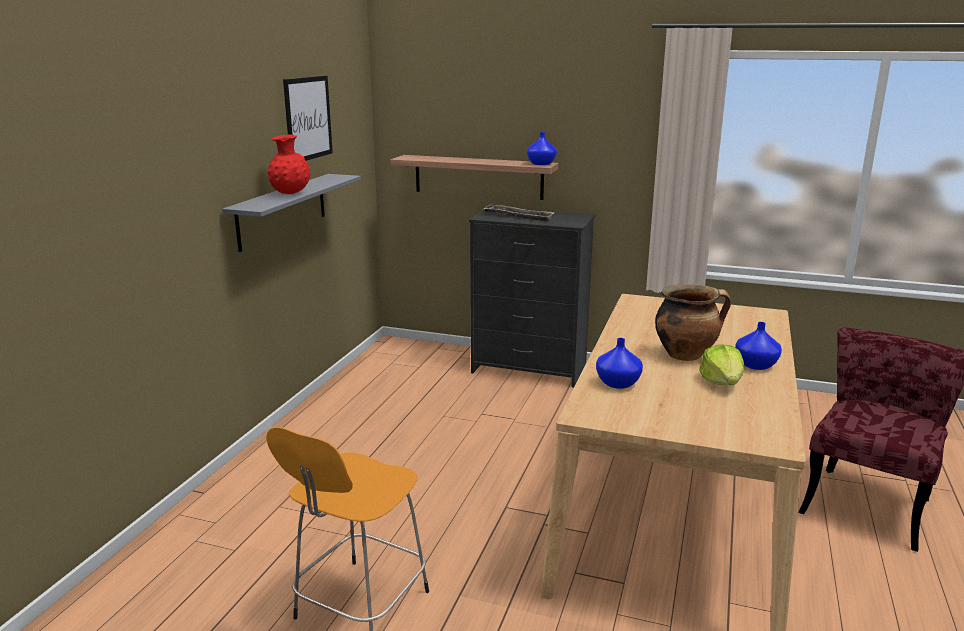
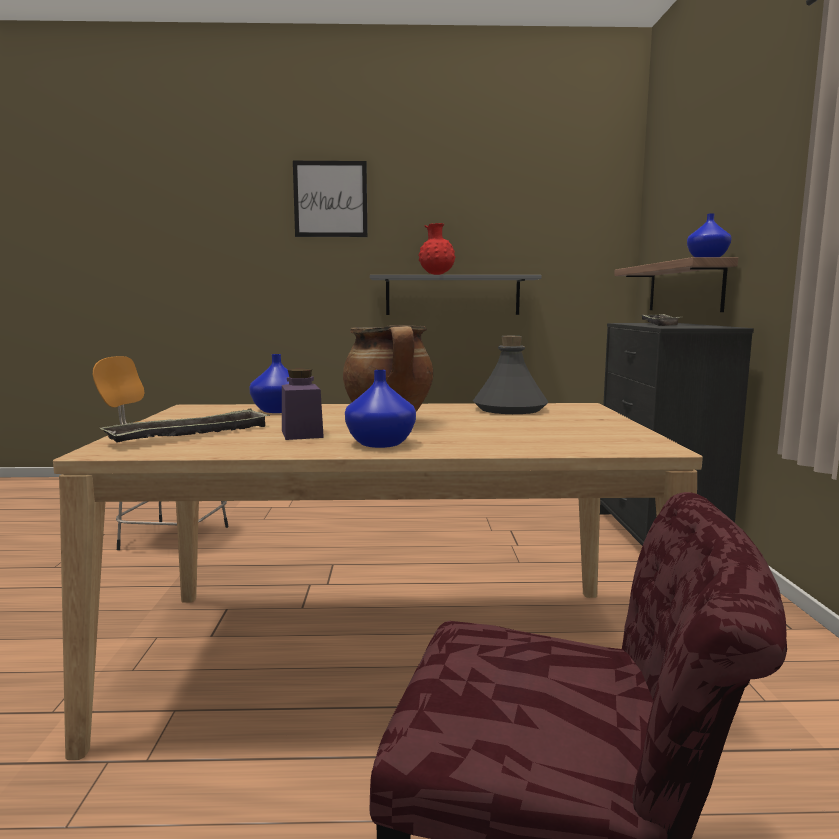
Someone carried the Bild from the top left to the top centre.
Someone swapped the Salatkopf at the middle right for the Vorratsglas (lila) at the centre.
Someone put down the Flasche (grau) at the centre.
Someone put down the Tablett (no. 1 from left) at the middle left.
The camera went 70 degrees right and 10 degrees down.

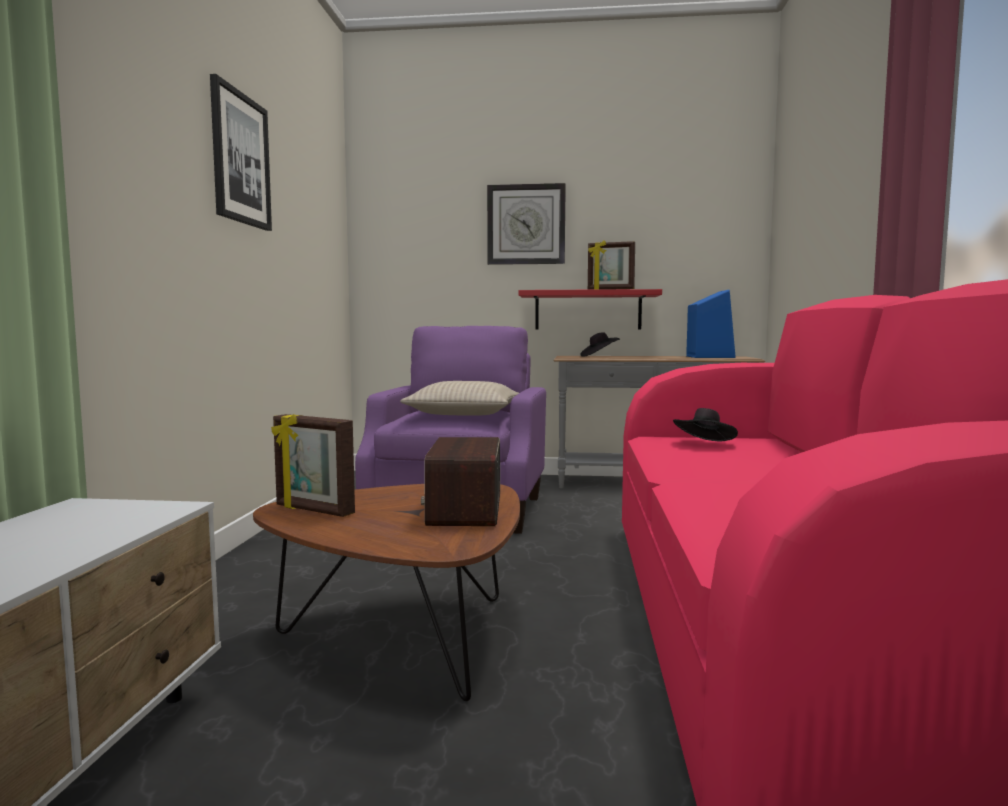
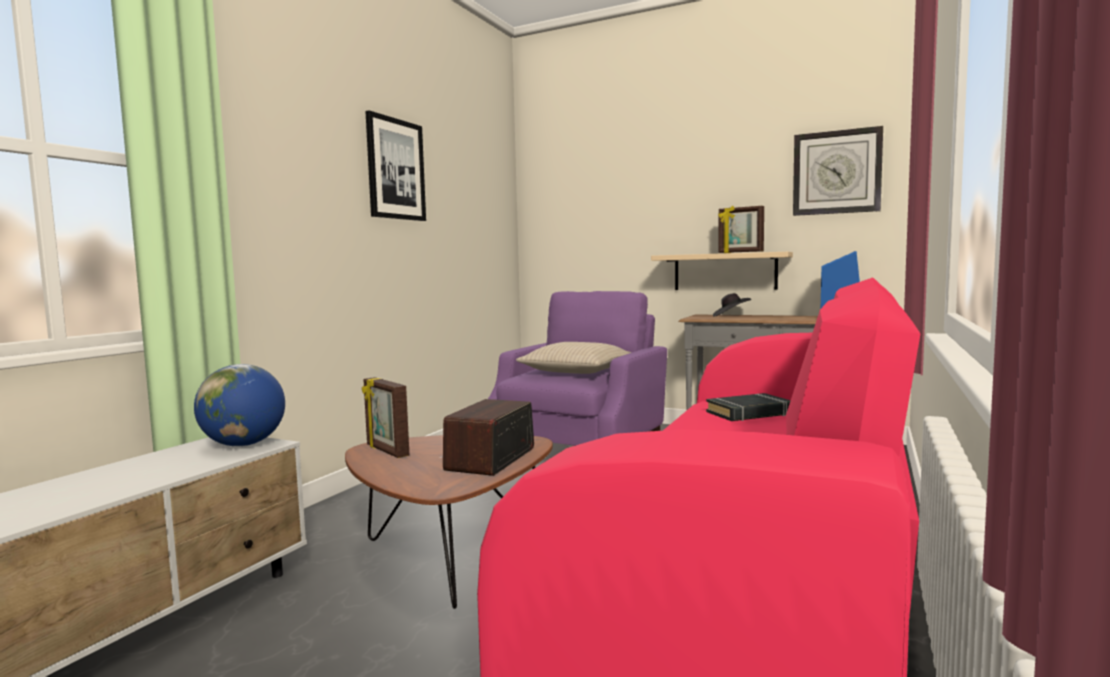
Someone carried the Wanduhr from the top centre to the top right.
Someone repainted the Wandregal (rot) at the centre, which became the Wandregal (beige) at the centre.
Someone swapped the Hut (schwarz) (no. 2 from left) at the middle right for the Buch (schwarz) at the middle right.
Someone put down the Globus at the middle left.
The camera went 20 degrees right and 0 degrees up.

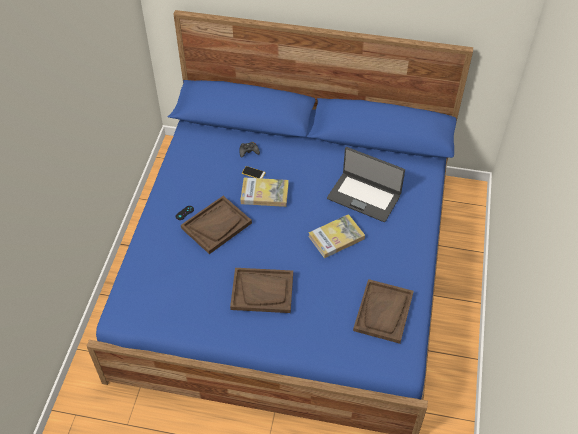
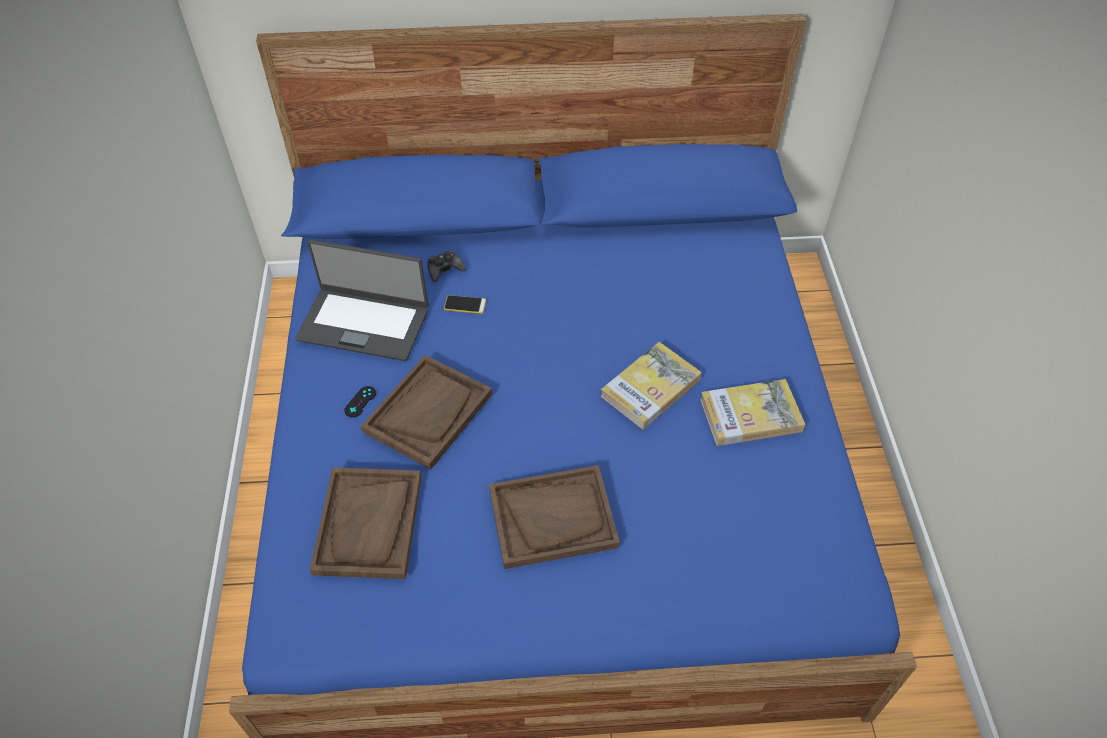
Someone carried the Laptop from the centre to the middle left.
Someone carried the Buch (no. 1 from left in the first image) from the centre to the middle right.
Someone carried the Tablett (braun) (no. 3 from left in the first image) from the bottom centre to the bottom left.
The camera went 15 degrees left and 0 degrees up.

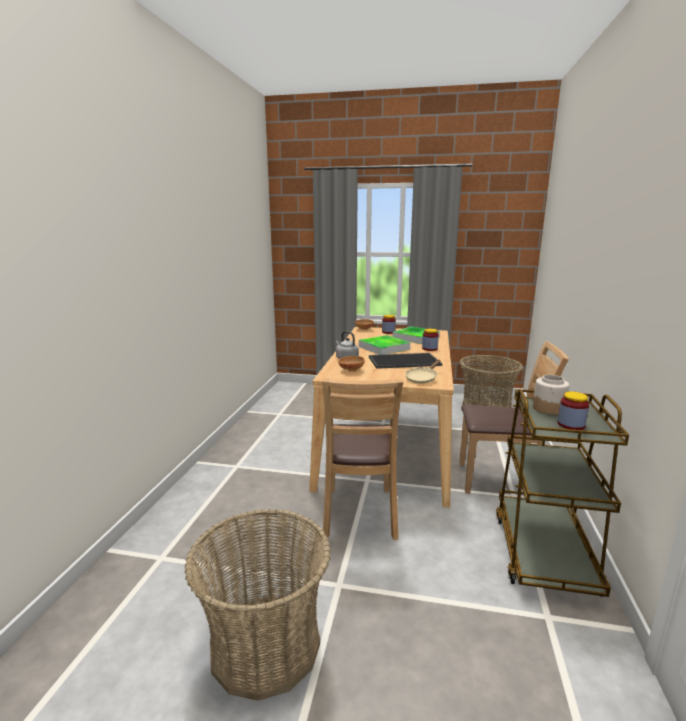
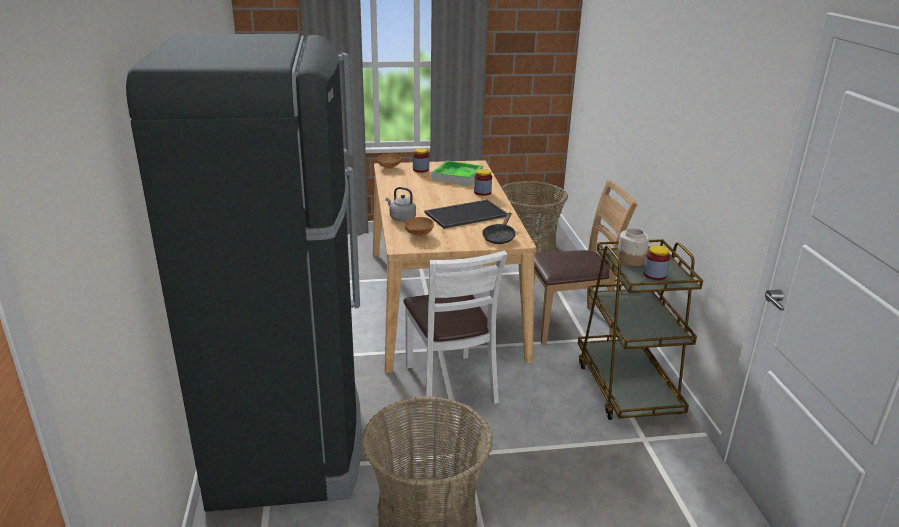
Someone took away the Tablett (no. 1 from left) at the centre.
Someone repainted the Pfanne (beige) at the centre, which became the Pfanne (schwarz) at the centre.
Someone repainted the Stuhl (braun) (no. 1 from left) at the centre, which became the Stuhl (weiß) at the centre.
Someone put down the Kühlschrank (schwarz) at the middle left.
The camera went 20 degrees left and 10 degrees up.

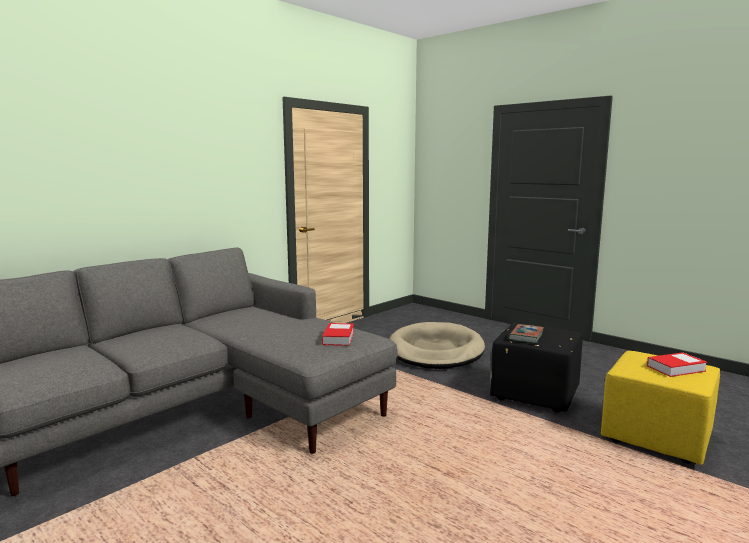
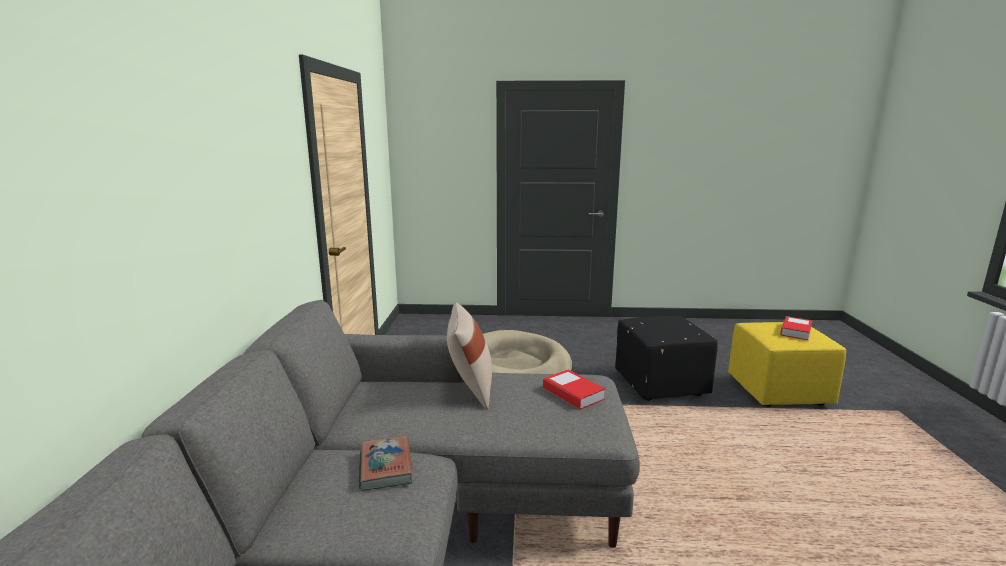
Someone carried the Buch (no. 2 from left in the first image) from the middle right to the bottom centre.
Someone put down the Kissen (beige) at the centre.
The camera went 40 degrees left and 5 degrees up.

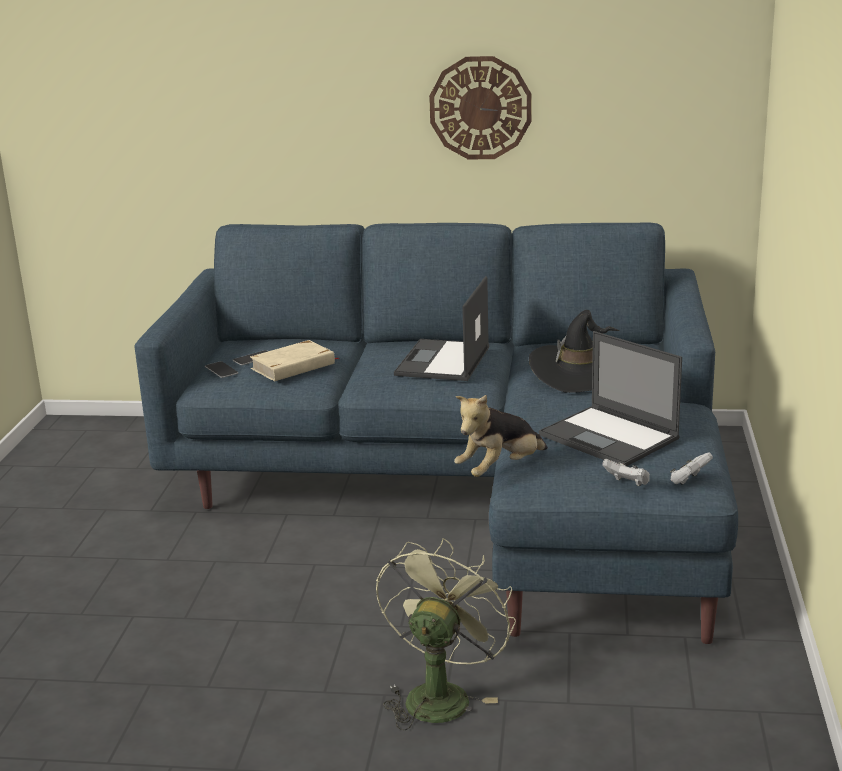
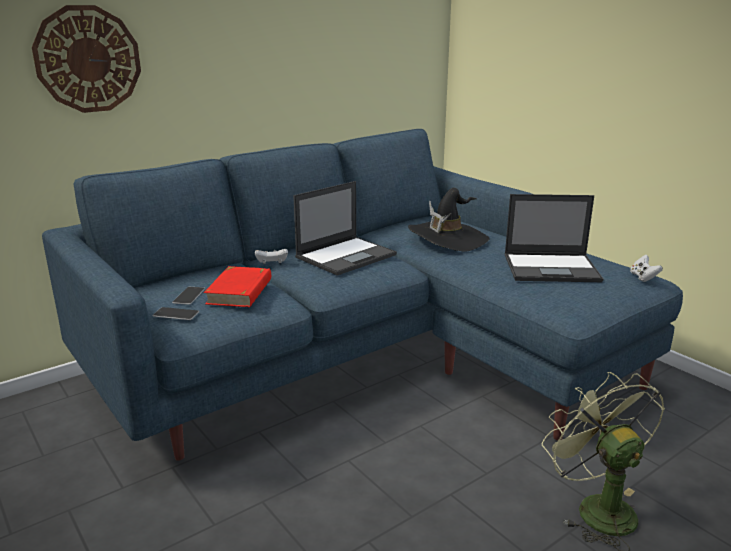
Someone carried the Wanduhr from the top centre to the top left.
Someone rotated the Laptop (no. 1 from left) at the centre by 105 degrees counterclockwise.
Someone repainted the Buch (beige) at the centre, which became the Buch (rot) at the middle left.
Someone took away the Plüschtier at the centre.
Someone carried the Gamepad (weiß) (no. 1 from left) from the middle right to the centre.
The camera went 45 degrees left and 0 degrees up.

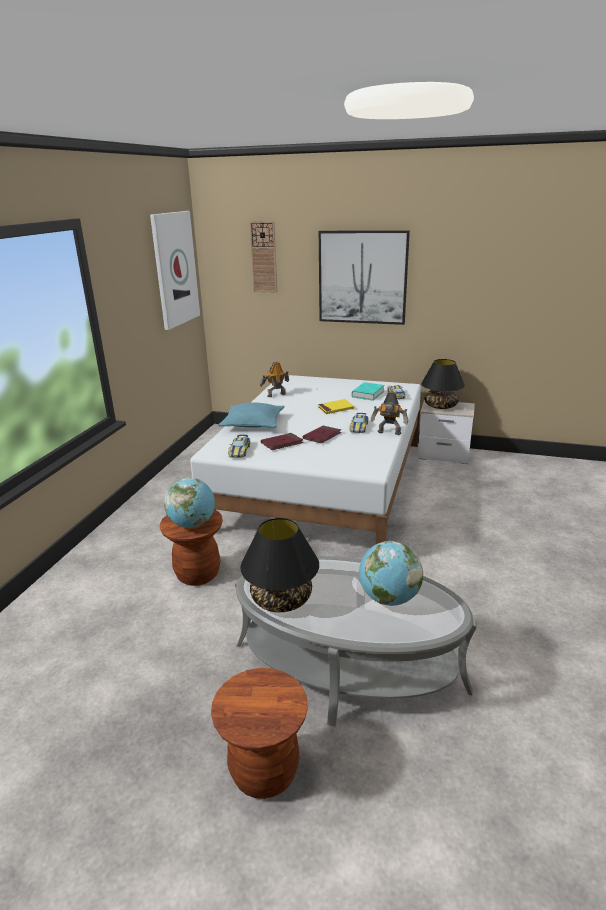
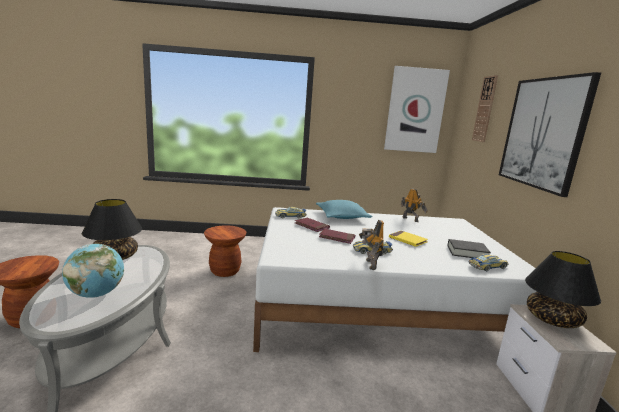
Someone repainted the Buch (türkis) at the centre, which became the Buch (schwarz) at the middle right.
Someone took away the Globus (no. 1 from left) at the middle left.
The camera went 70 degrees right and 10 degrees down.

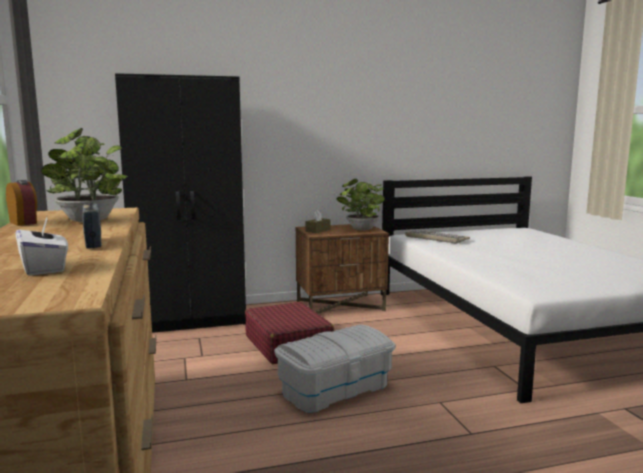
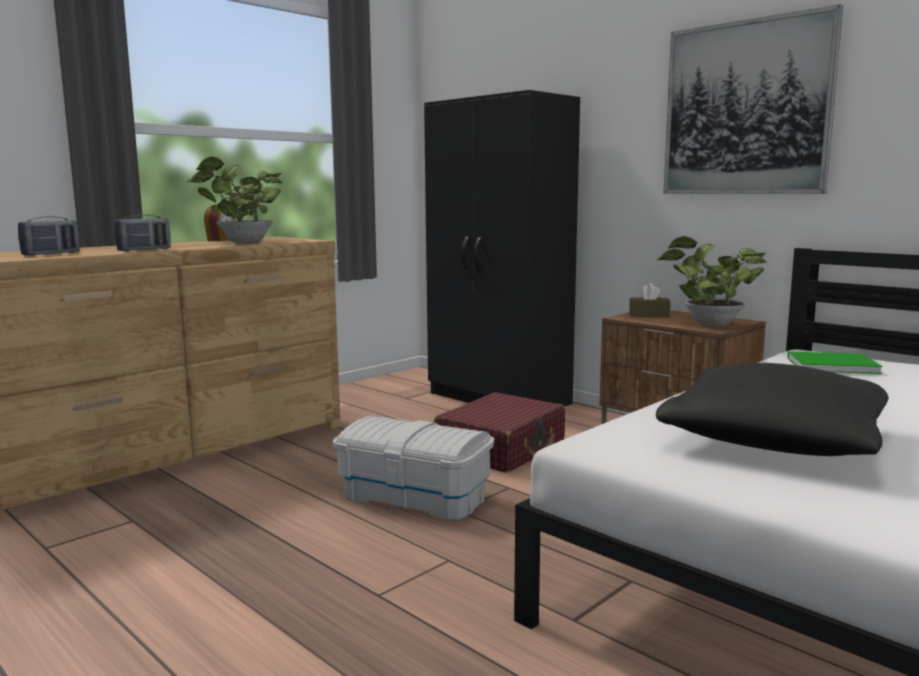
Someone swapped the Taschentuchbox (weiß) at the middle left for the Radio (no. 1 from left) at the middle left.
Someone swapped the Tastatur at the middle right for the Buch (grün) at the middle right.
Someone put up the Bild at the top right.
Someone put down the Kissen (schwarz) at the middle right.
The camera went 60 degrees right and 0 degrees up.

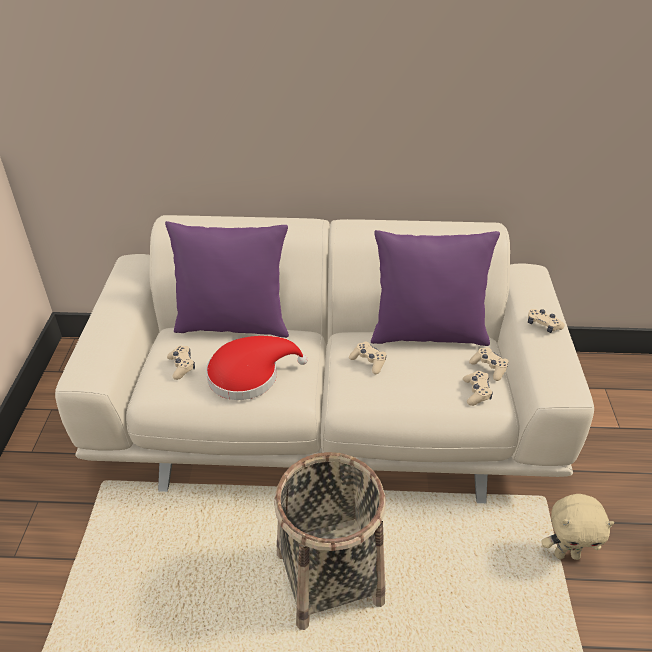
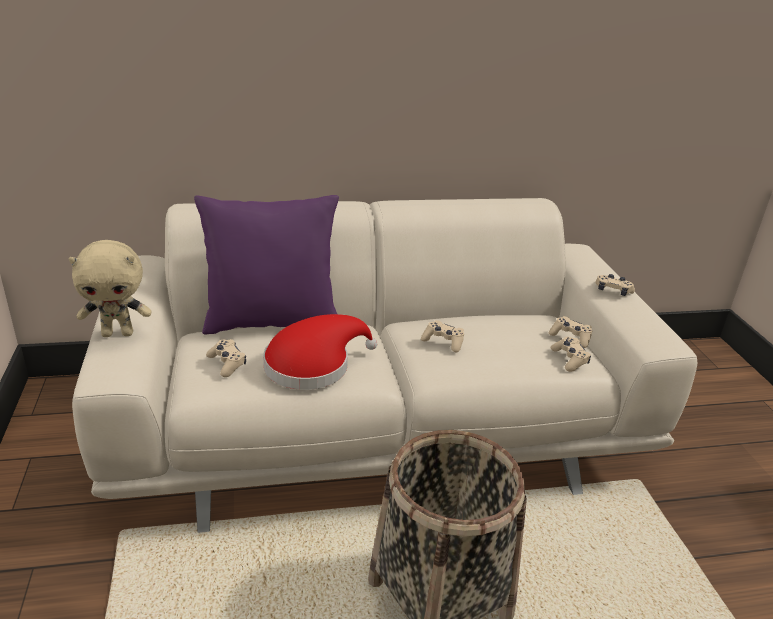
Someone took away the Kissen (lila) (no. 2 from left) at the middle right.
Someone carried the Plüschtier (beige) from the bottom right to the middle left.
The camera went 15 degrees left and 10 degrees down.

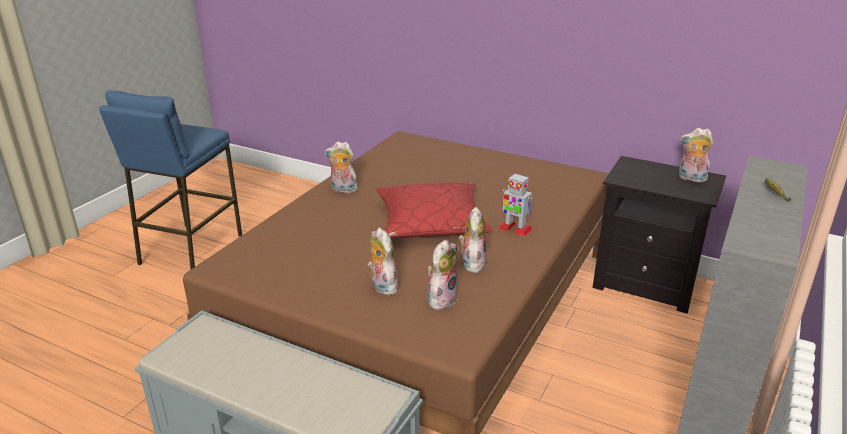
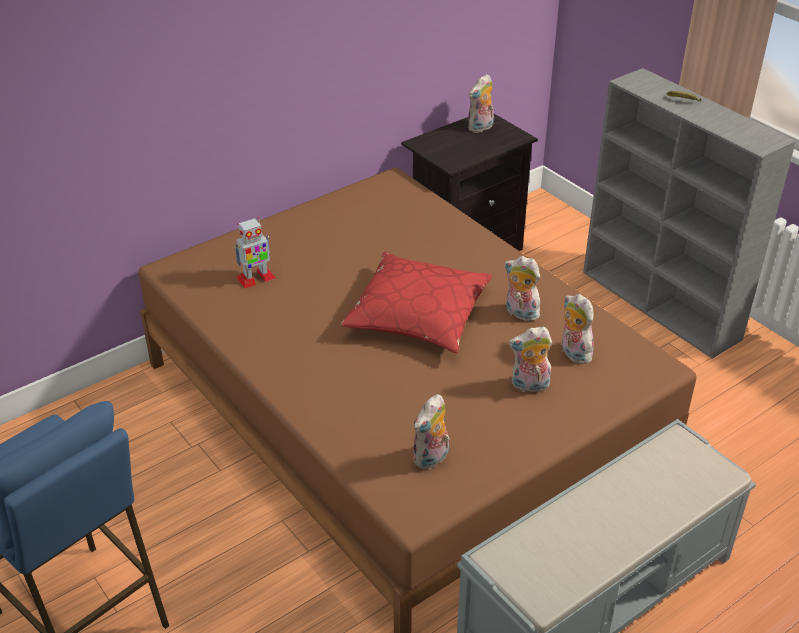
Someone carried the Plüschtier (no. 1 from left) from the centre to the bottom centre.
Someone carried the Spielzeugroboter from the centre to the middle left.
The camera went 65 degrees left and 10 degrees up.

